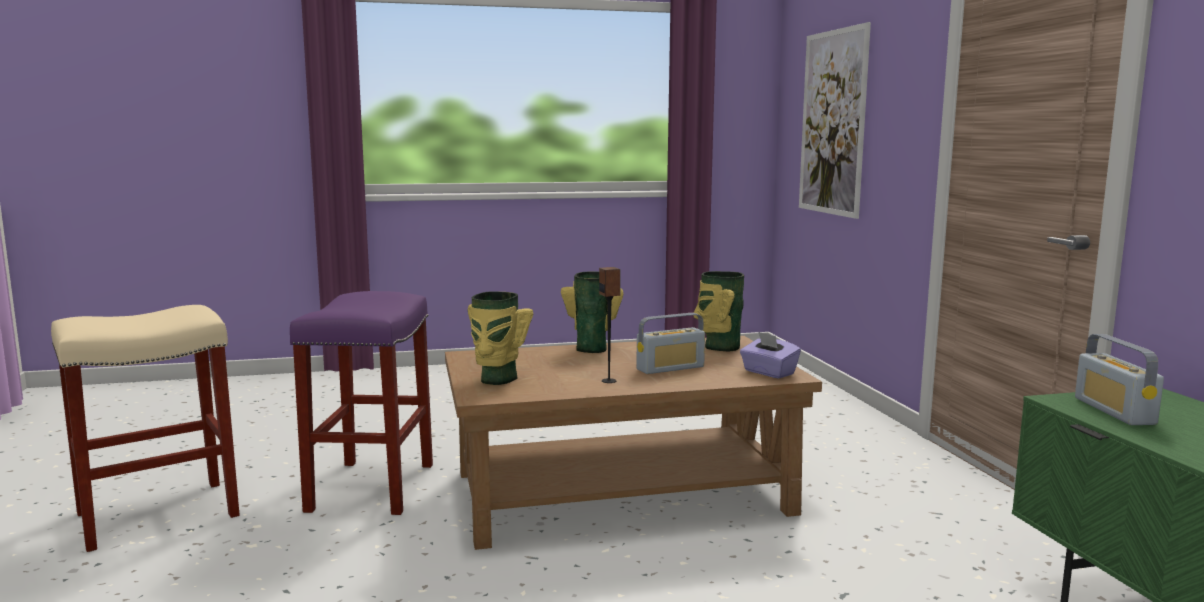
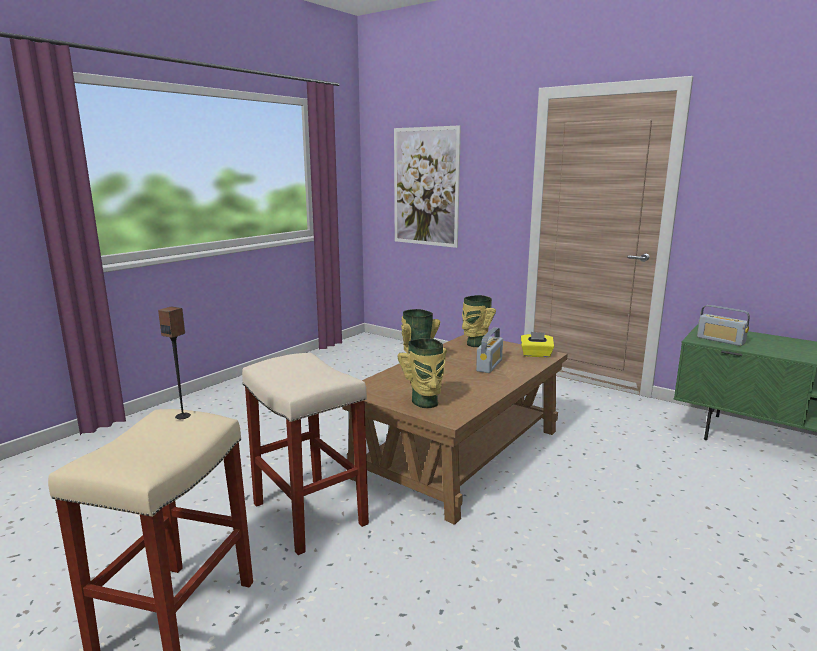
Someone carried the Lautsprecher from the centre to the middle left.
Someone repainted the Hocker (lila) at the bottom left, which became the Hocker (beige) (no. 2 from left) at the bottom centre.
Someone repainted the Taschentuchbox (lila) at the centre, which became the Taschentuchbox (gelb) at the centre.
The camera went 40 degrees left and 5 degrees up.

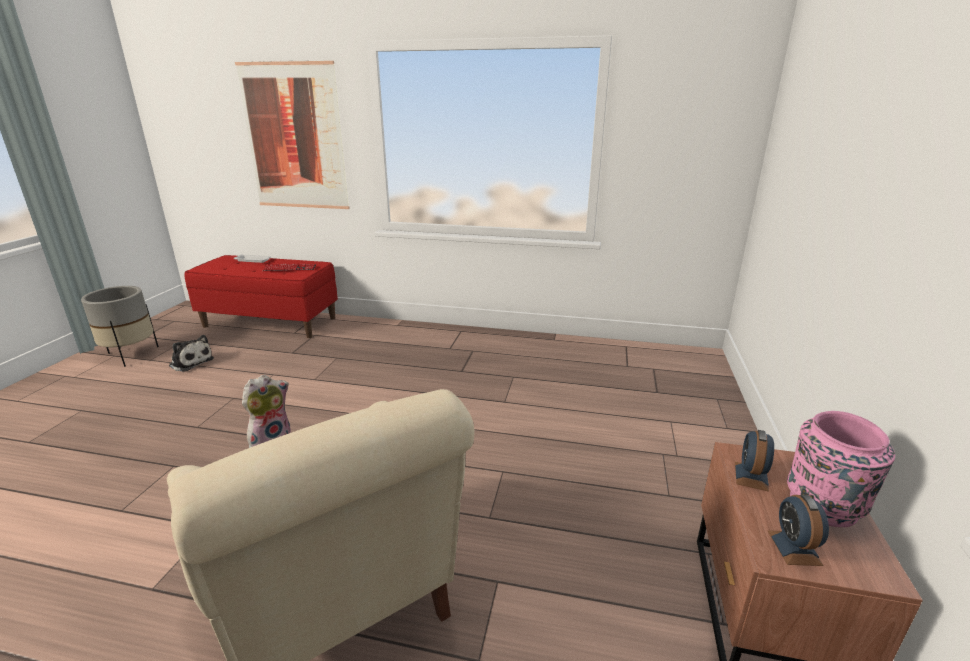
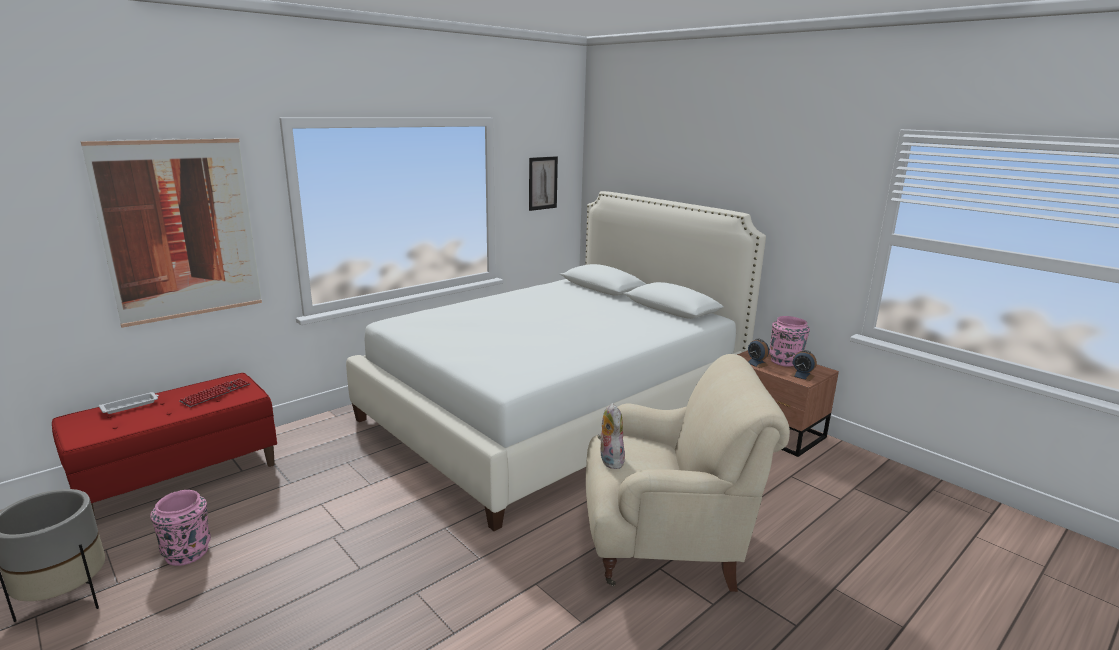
Someone swapped the Plüschtier (no. 1 from left) at the middle left for the Vase (rosa) (no. 1 from left) at the bottom left.
Someone put up the Bild (no. 2 from left) at the top centre.
Someone put down the Bett (weiß) at the centre.
The camera went 55 degrees left and 5 degrees down.

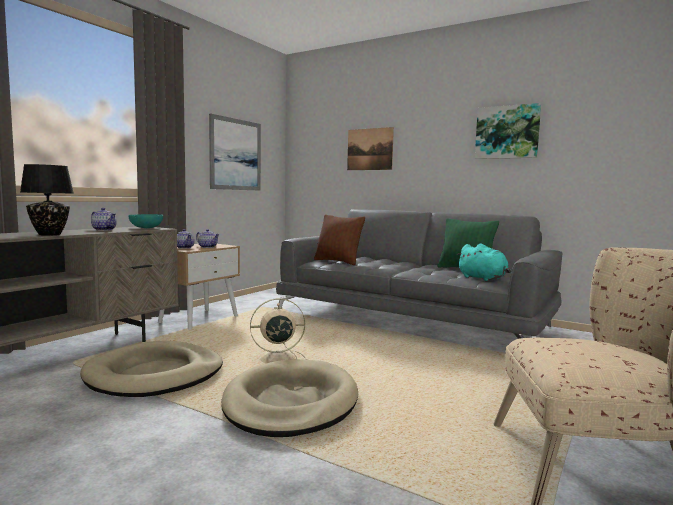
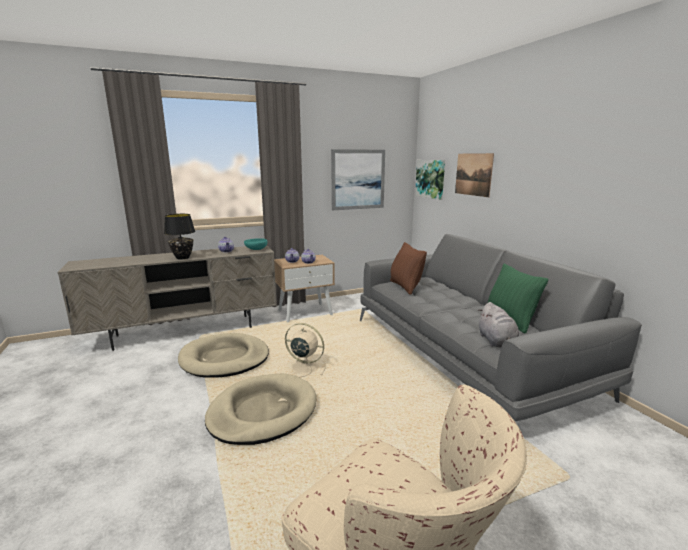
Someone carried the Bild (no. 3 from left in the first image) from the top right to the top centre.
Someone repainted the Plüschtier (türkis) at the middle right, which became the Plüschtier (grau) at the middle right.
The camera went 35 degrees right and 10 degrees up.

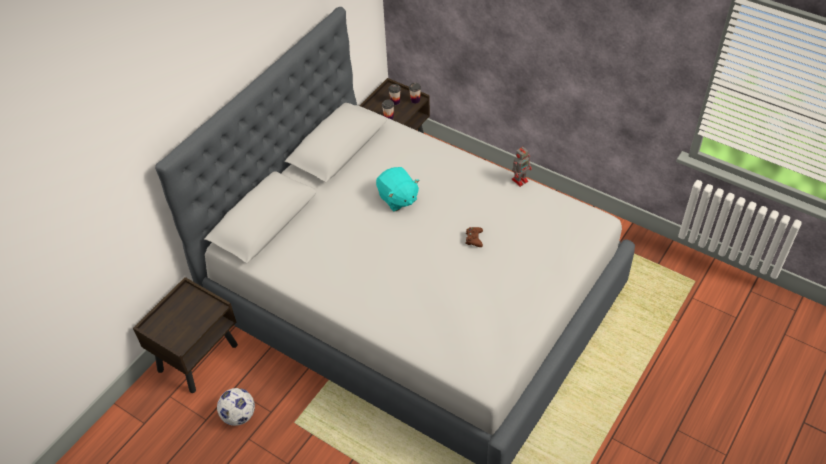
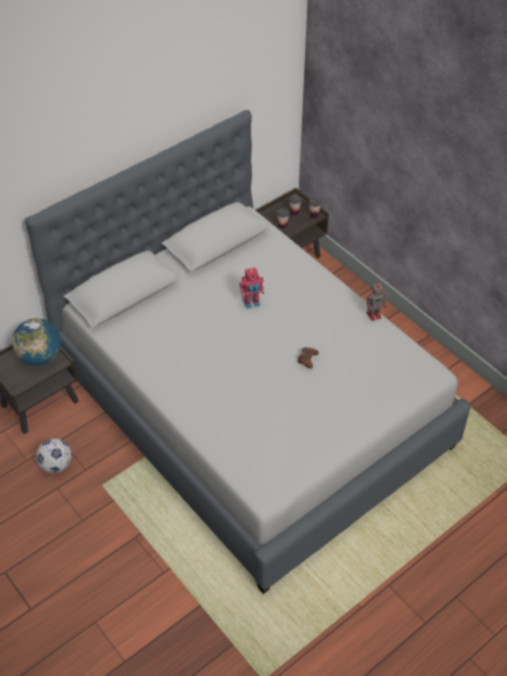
Someone swapped the Plüschtier (türkis) at the centre for the Spielzeugroboter (no. 1 from left) at the centre.
Someone put down the Globus at the middle left.
The camera went 15 degrees right and 0 degrees up.

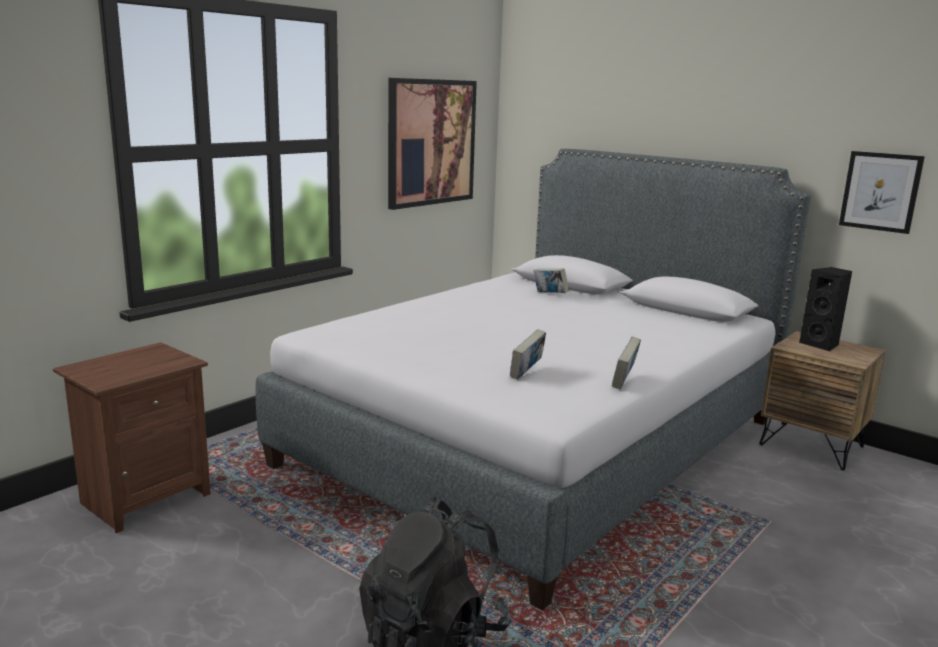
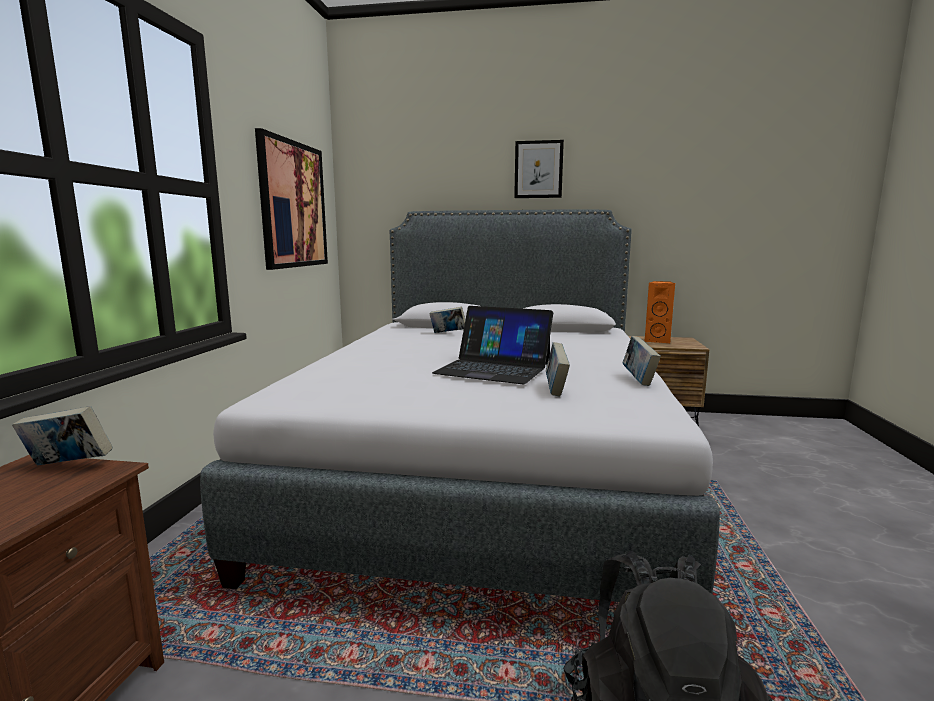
Someone carried the Bild (no. 2 from left) from the top right to the top centre.
Someone repainted the Lautsprecher (schwarz) at the middle right, which became the Lautsprecher (orange) at the middle right.
Someone put down the Laptop at the centre.
Someone put down the Buch (no. 1 from left) at the middle left.
The camera went 30 degrees left and 5 degrees down.

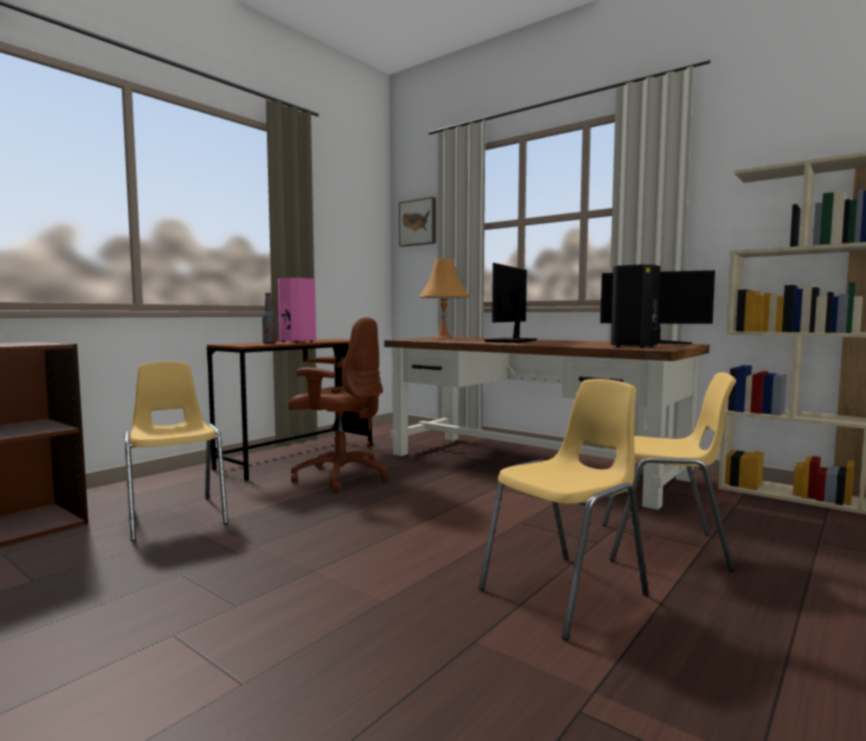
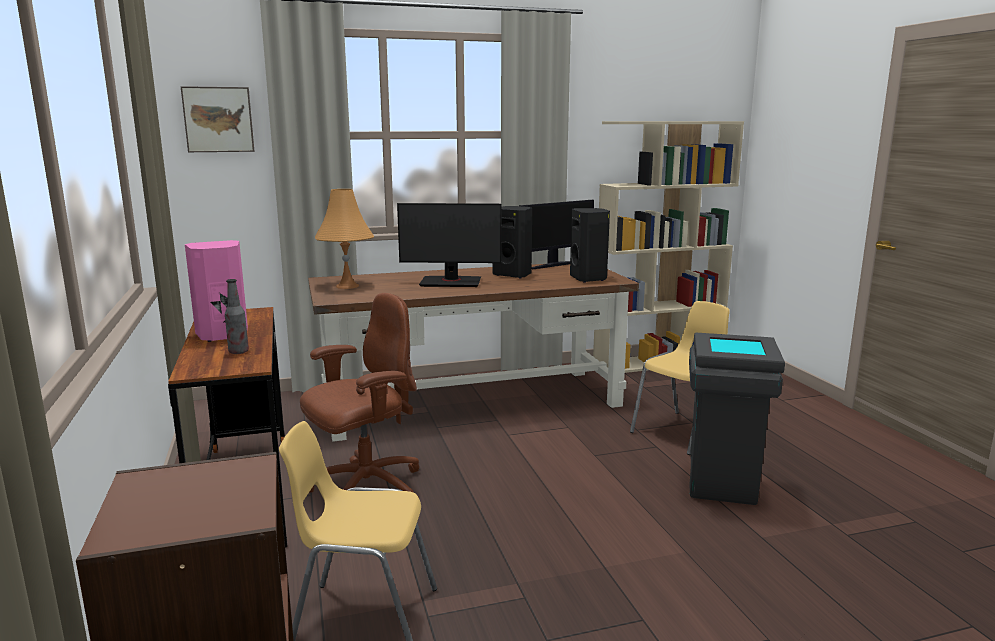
Someone rotated the Monitor (no. 1 from left) at the centre by 60 degrees counterclockwise.
Someone swapped the Stuhl (gelb) (no. 2 from left) at the bottom centre for the Mülleimer (grau) at the middle right.
Someone put down the Lautsprecher (schwarz) (no. 1 from left) at the centre.
The camera went 55 degrees left and 10 degrees up.

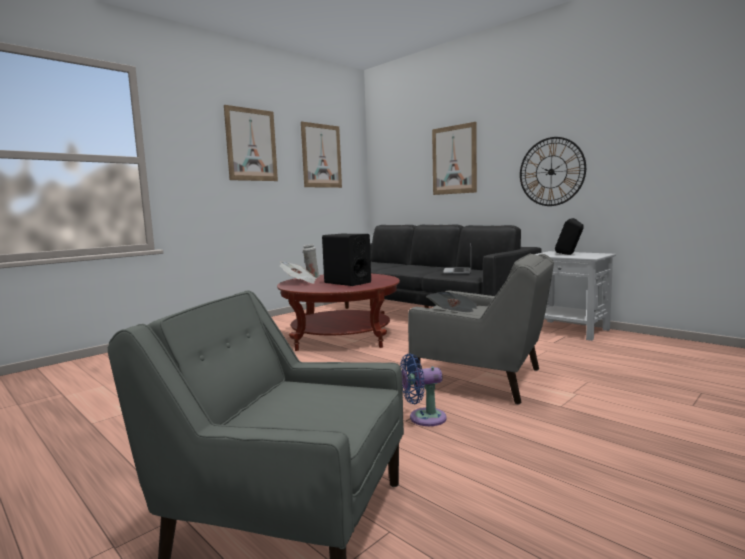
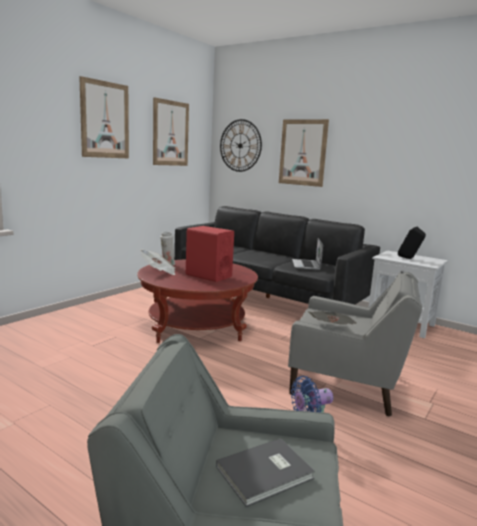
Someone carried the Wanduhr from the top right to the top centre.
Someone repainted the Lautsprecher (schwarz) (no. 1 from left) at the centre, which became the Lautsprecher (rot) at the centre.
Someone put down the Buch (grau) at the bottom centre.
The camera went 10 degrees left and 5 degrees up.

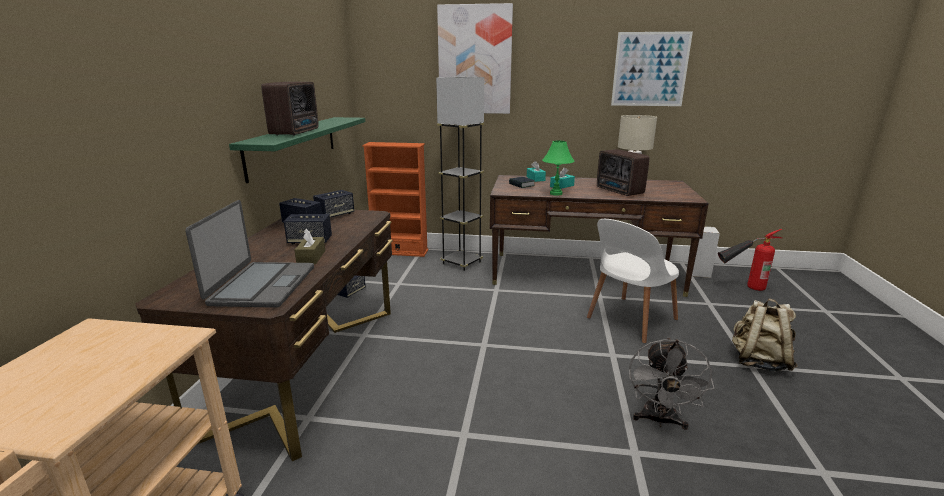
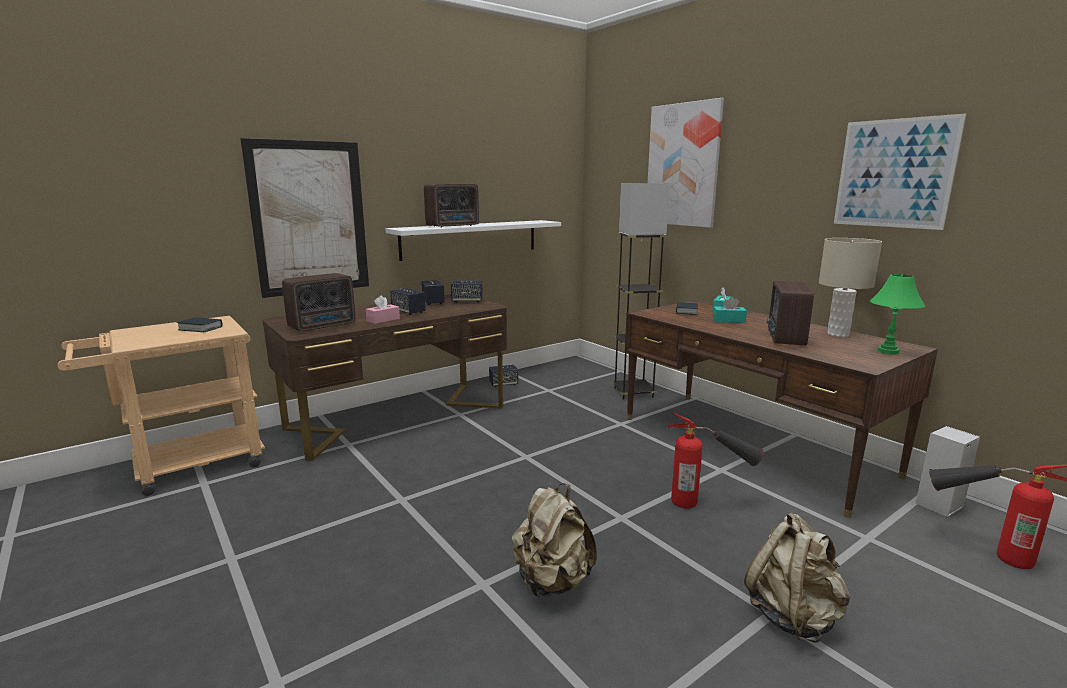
Someone repainted the Wandregal (grün) at the top left, which became the Wandregal (weiß) at the centre.
Someone carried the Tischlampe (grün) from the centre to the middle right.
Someone took away the Bücherregal (orange) at the centre.
Someone swapped the Laptop at the middle left for the Radio (no. 1 from left) at the middle left.
Someone swapped the Stuhl (weiß) at the middle right for the Feuerlöscher (no. 1 from left) at the bottom right.
Someone repainted the Taschentuchbox (braun) at the middle left, which became the Taschentuchbox (rosa) at the centre.
Someone swapped the Ventilator (grau) at the bottom right for the Rucksack (beige) (no. 1 from left) at the bottom centre.
Someone put up the Bild (no. 1 from left) at the top left.
Someone put down the Buch (no. 1 from left) at the middle left.
The camera went 45 degrees right and 5 degrees down.

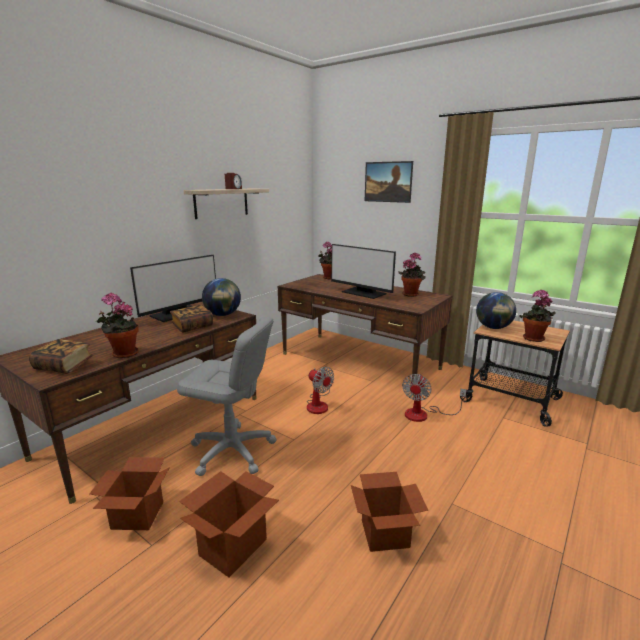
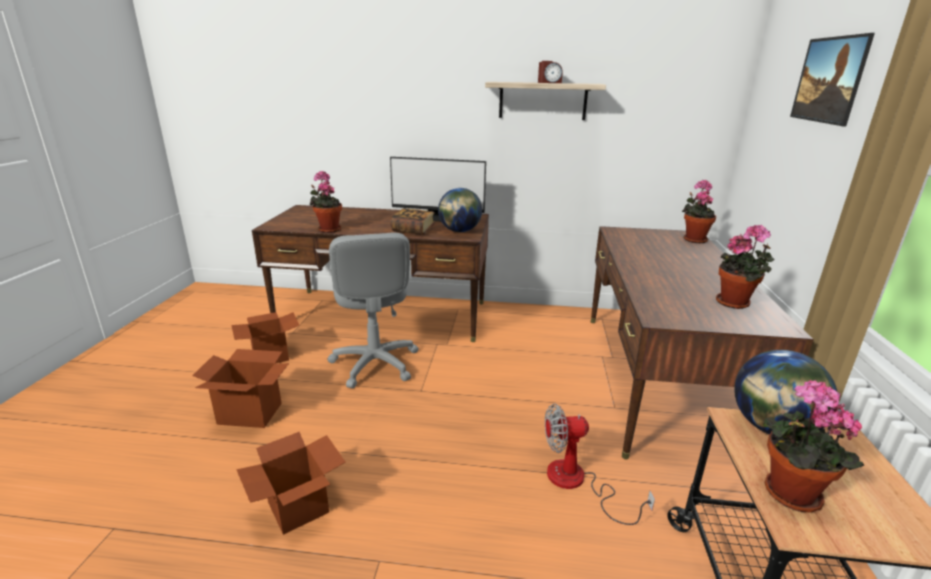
Someone took away the Monitor (no. 2 from left) at the centre.
Someone took away the Buch (no. 1 from left) at the middle left.
Someone took away the Ventilator (no. 1 from left) at the centre.
The camera went 60 degrees right and 5 degrees up.

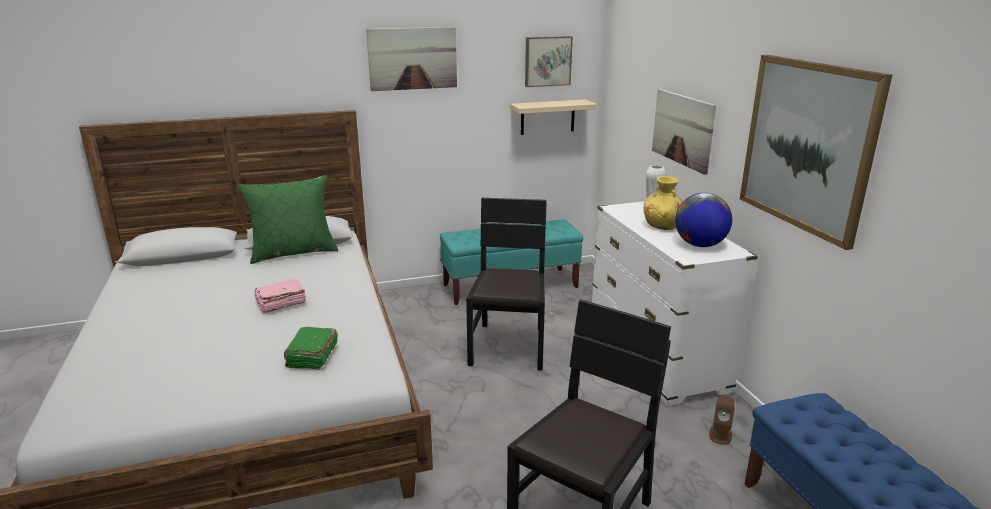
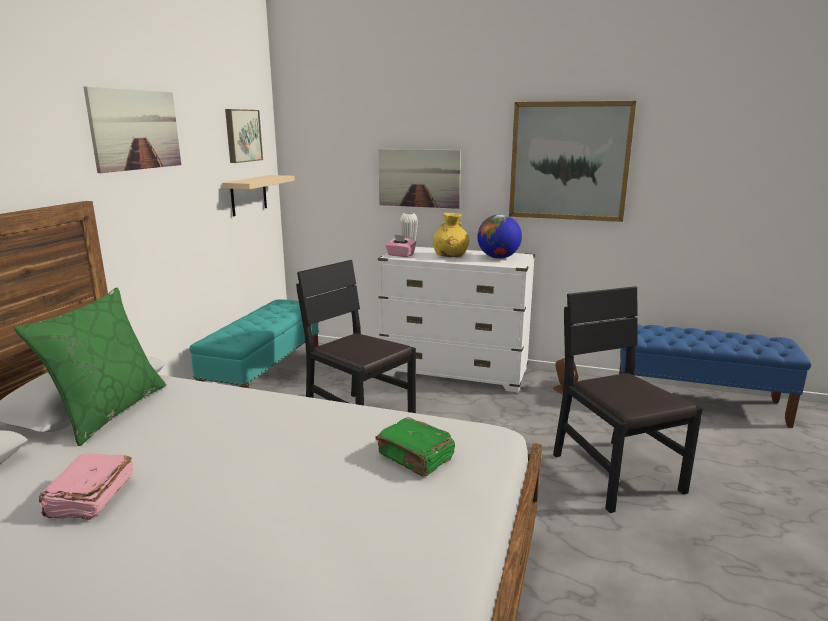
Someone carried the Buch (rosa) from the middle left to the bottom left.
Someone put down the Taschentuchbox (rosa) at the centre.
The camera went 55 degrees left and 5 degrees down.

